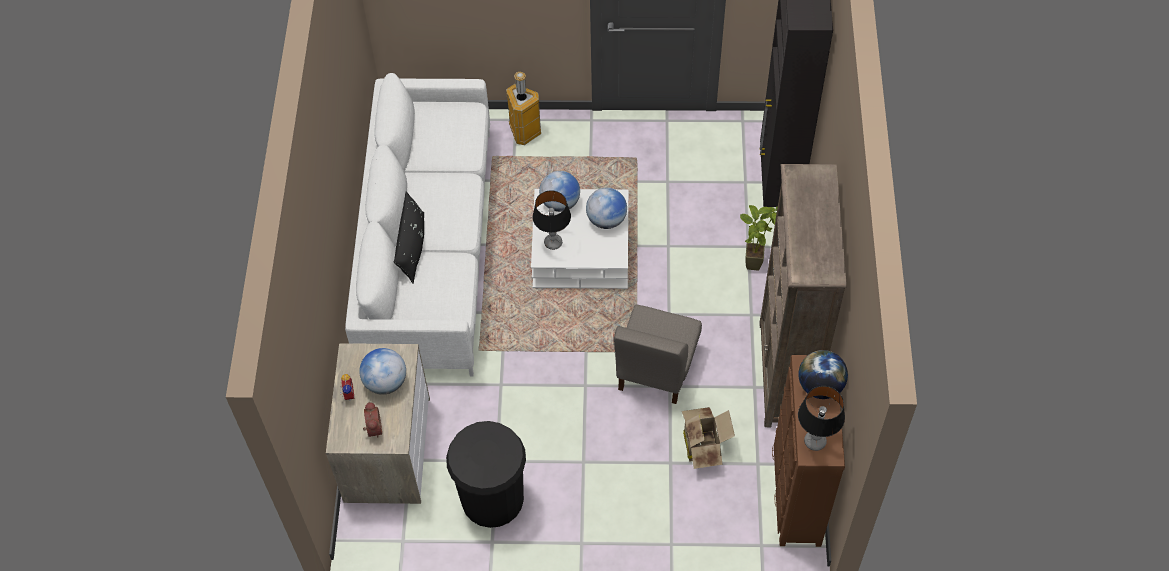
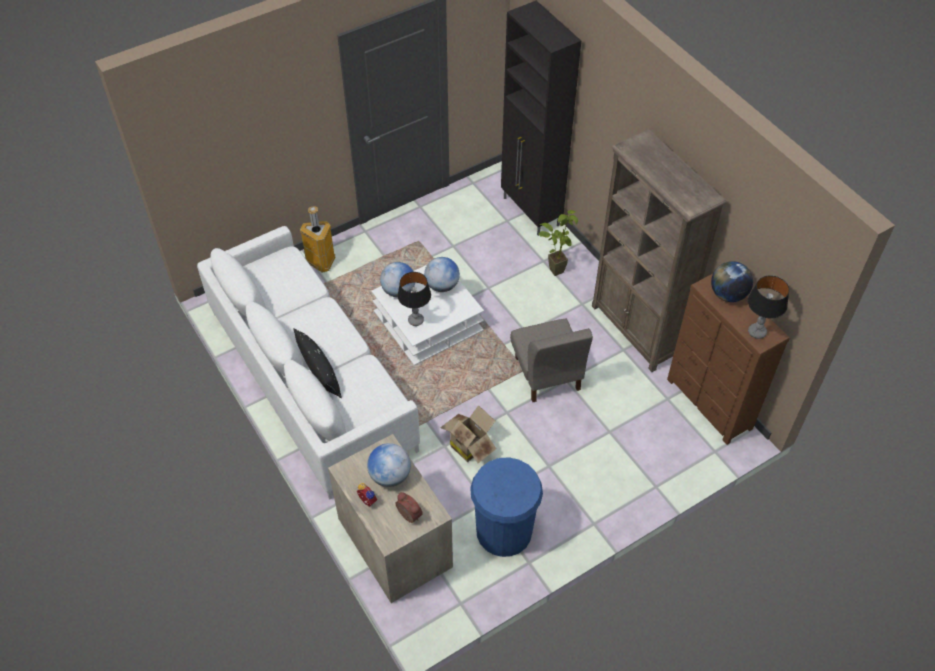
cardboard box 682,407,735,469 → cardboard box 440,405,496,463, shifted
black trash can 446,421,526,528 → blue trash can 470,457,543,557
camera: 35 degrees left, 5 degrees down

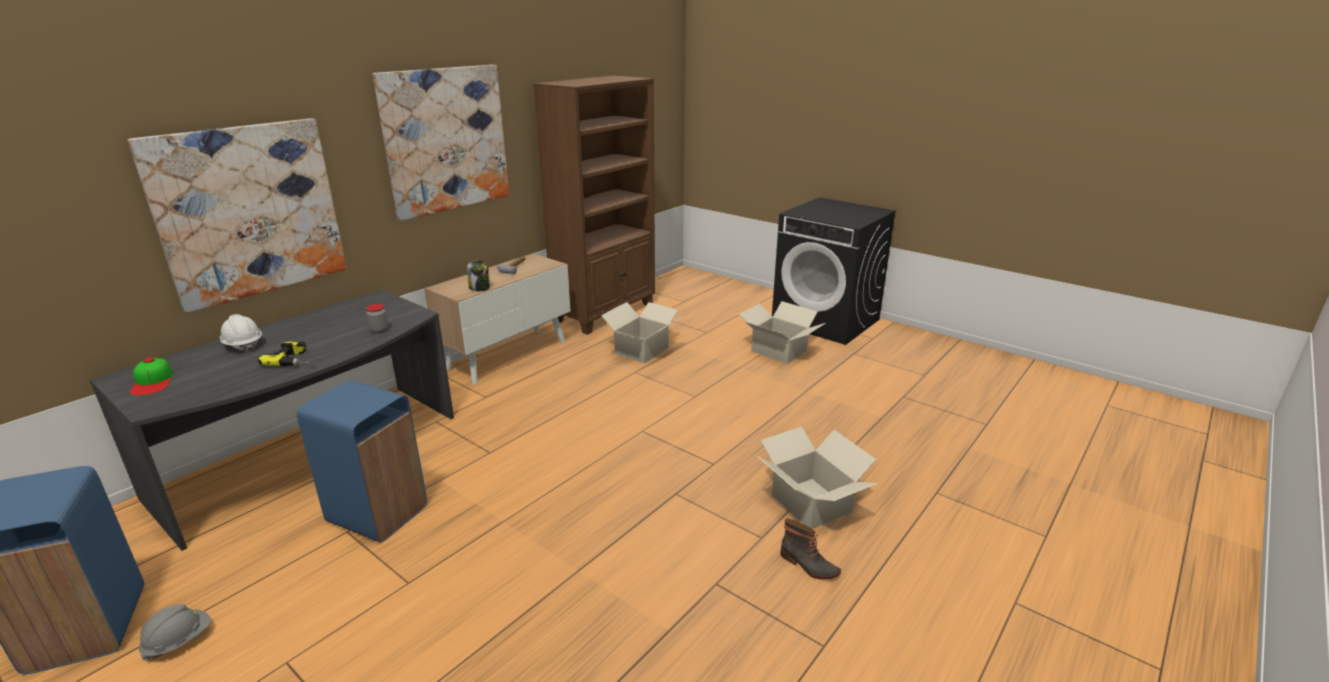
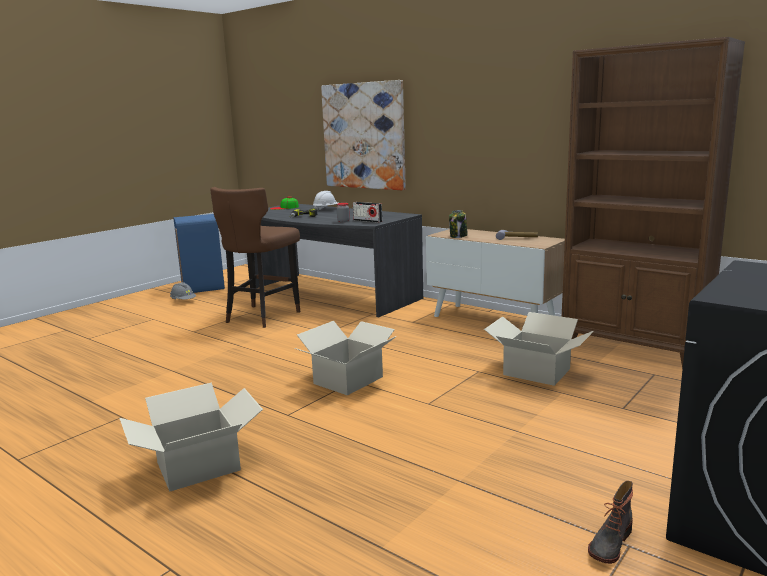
picture 373,65,509,221 → -
cardboard box 739,301,825,364 → cardboard box 294,321,397,395, shifted
blue trash can 297,380,427,543 → brown stool 210,187,300,328
boot 780,518,841,580 → boot 588,481,633,564, shifted
- → radio 353,202,382,223
camera: 90 degrees right, 10 degrees down

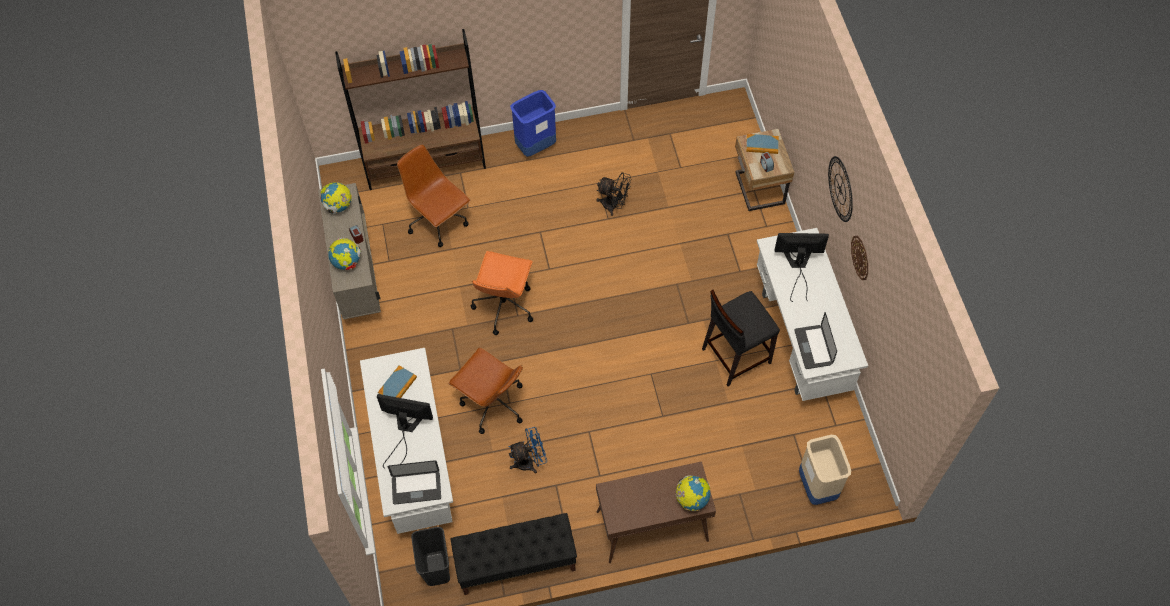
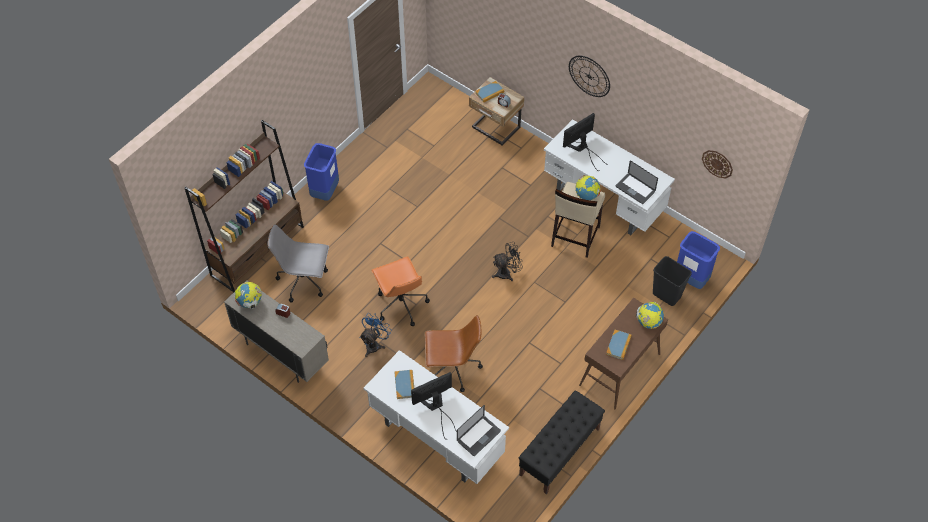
brown office chair 397,144,471,247 → grey office chair 268,224,329,303
black fan 596,172,632,216 → black fan 492,242,523,281, shifted
wall clock 851,235,868,280 → wall clock 702,150,733,179, shifted
globe 328,238,361,270 → globe 575,176,601,200, shifted
black stool 702,290,780,386 → beige stool 551,182,605,258
blue fan 509,427,547,473 → blue fan 360,314,392,357, shifted
beige trash can 799,435,851,505 → blue trash can 677,231,720,289
black trash can 411,527,450,586 → black trash can 653,256,692,306, shifted
- → book 606,330,632,360
camera: 40 degrees left, 5 degrees down

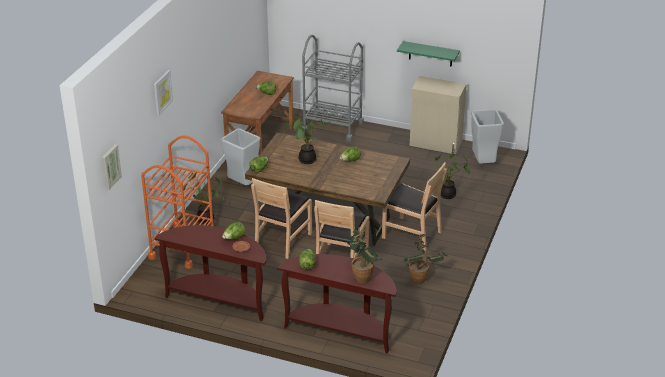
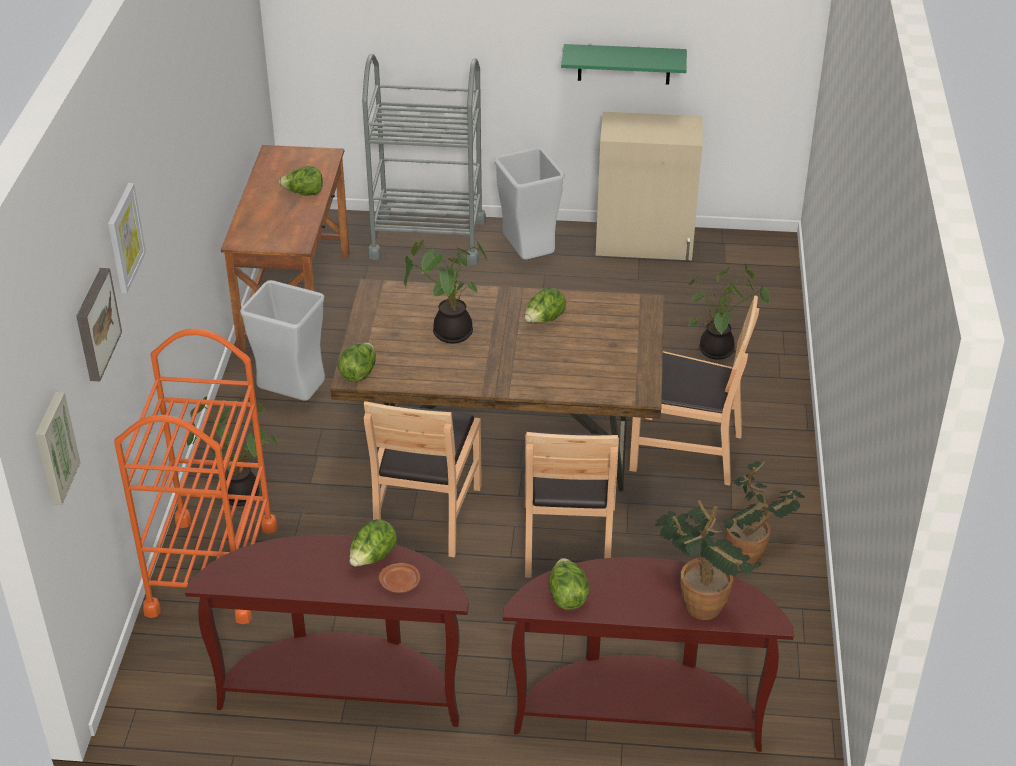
grey trash can 471,109,504,164 → grey trash can 494,147,565,259, shifted
- → picture 76,268,122,382
camera: 15 degrees left, 5 degrees up

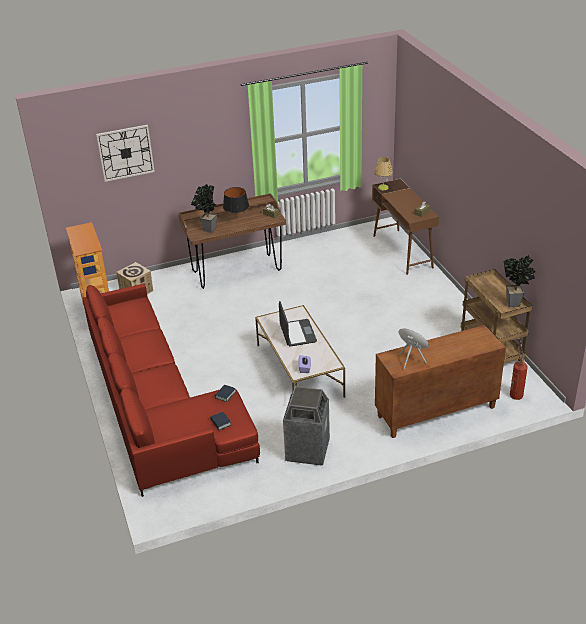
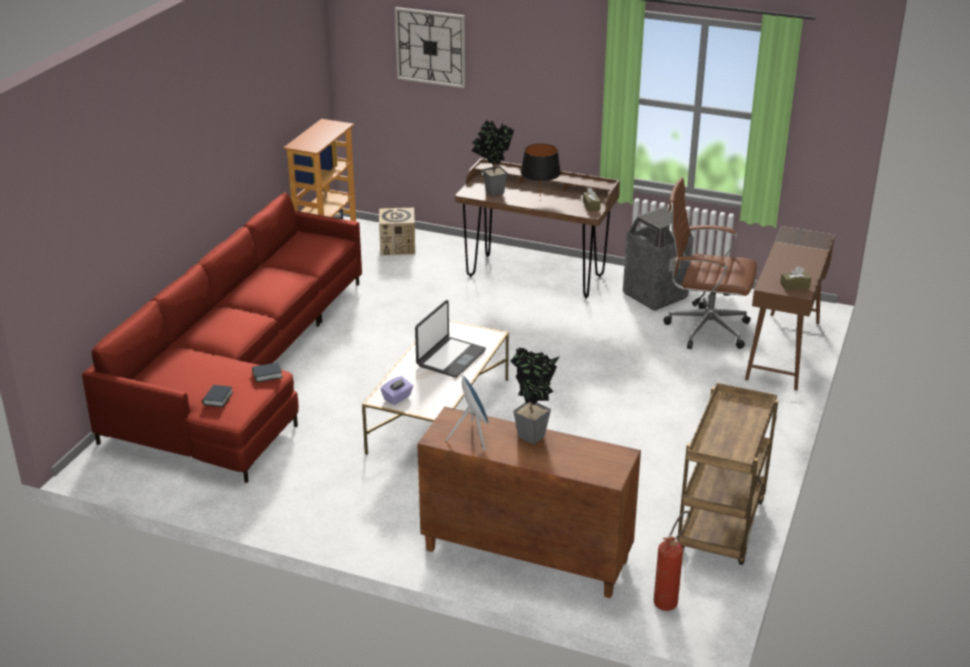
table lamp 374,157,393,190 → -
potted plant 503,255,535,307 → potted plant 510,348,559,445, shifted
trash can 283,387,330,466 → trash can 623,208,694,311, shifted
- → brown office chair 664,177,757,349
camera: 40 degrees right, 5 degrees down

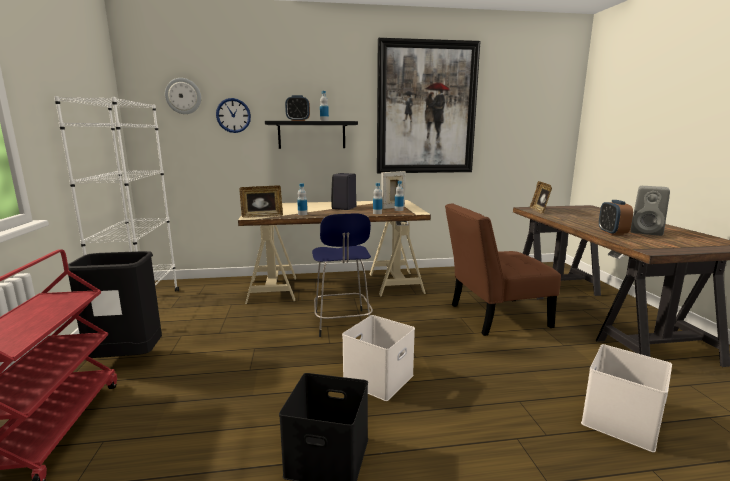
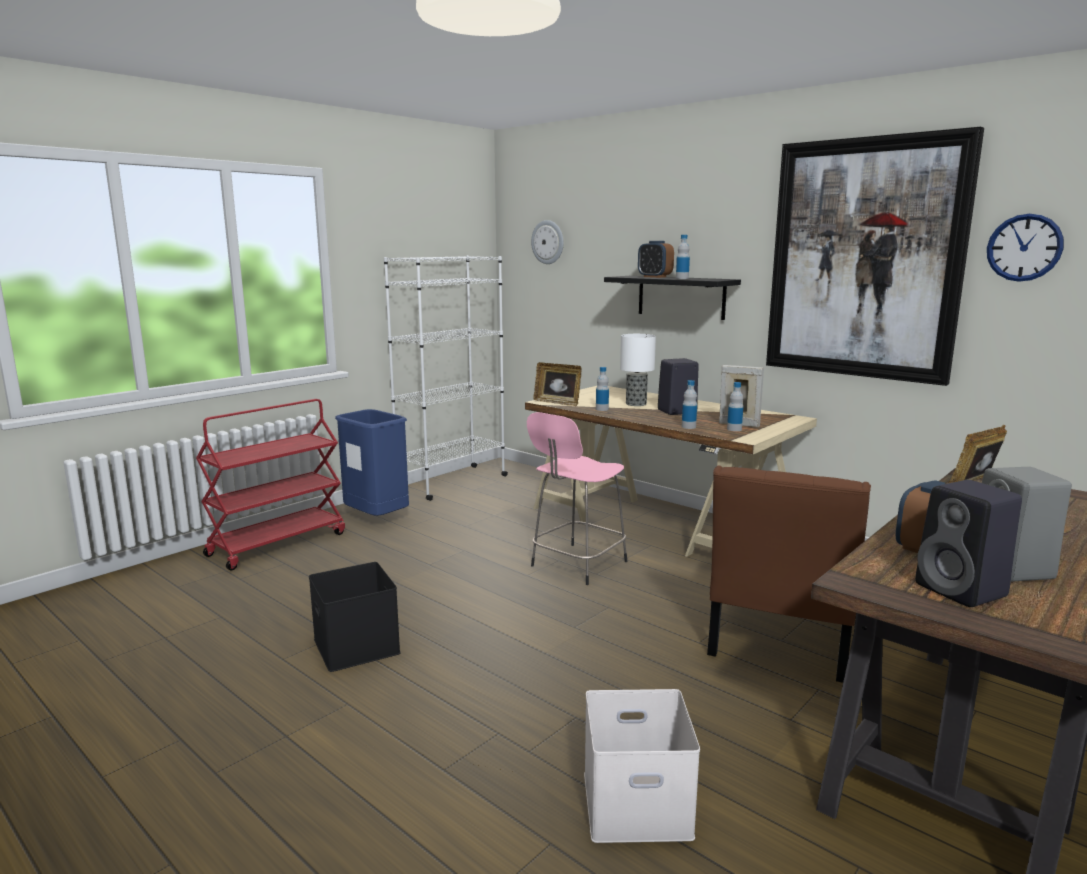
wall clock 216,98,251,133 → wall clock 987,214,1064,282, shifted
brown chair 445,204,561,336 → brown chair 707,466,871,683, 105 degrees counterclockwise
blue stool 312,213,373,337 → pink stool 527,412,627,585
black trash can 68,251,162,358 → blue trash can 335,409,409,516
white storage box 342,315,415,401 → -
- → table lamp 620,334,656,406
- → black speaker 915,480,1022,607
camera: 50 degrees right, 0 degrees up

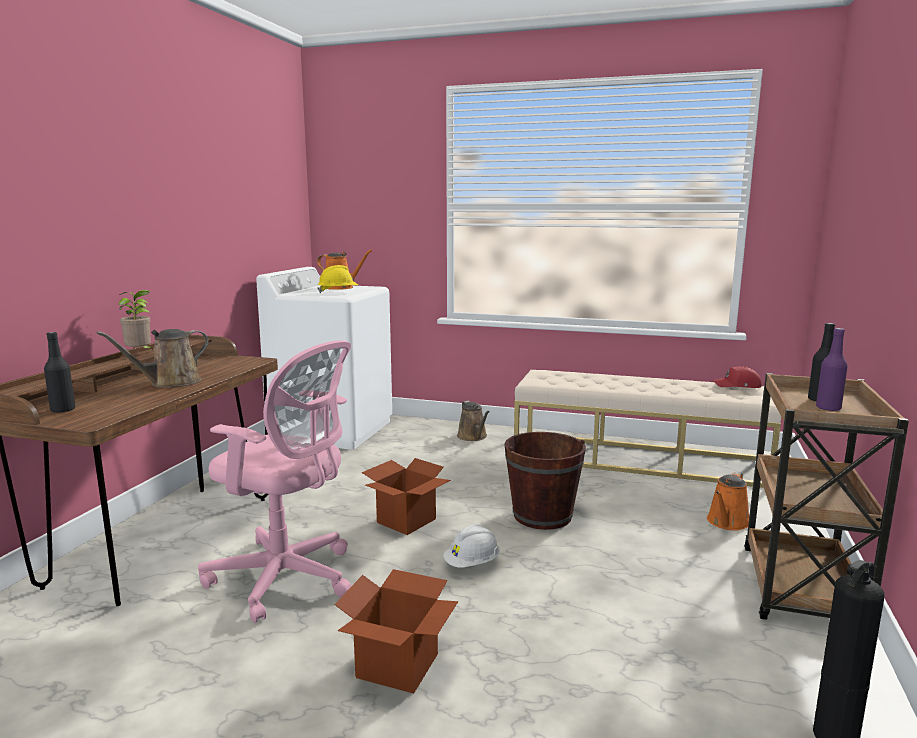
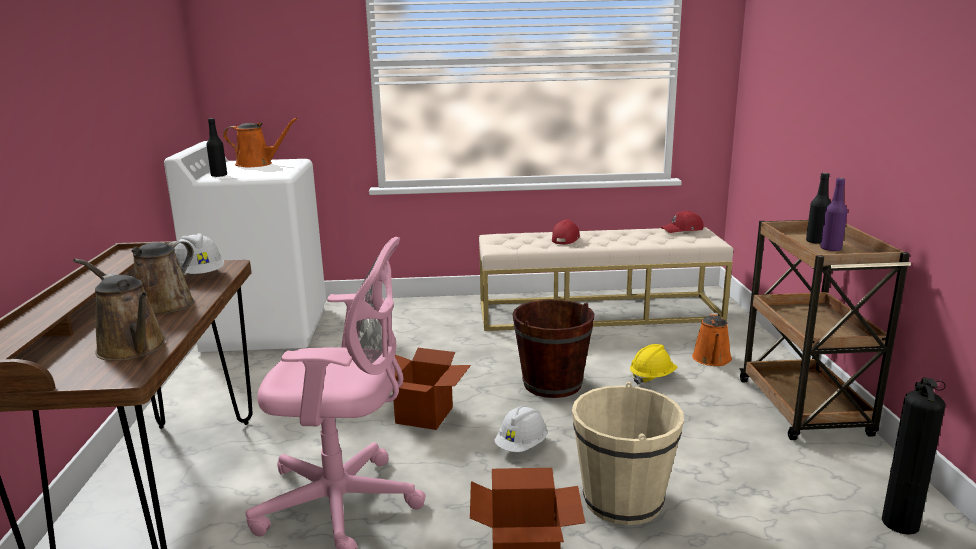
yellow hard hat 317,265,358,293 → yellow hard hat 630,344,678,384, shifted
potted plant 118,290,152,349 → -
black bottle 44,332,75,413 → black bottle 206,118,227,177, shifted
brown watering can 457,401,490,441 → brown watering can 95,273,166,361, shifted
- → red cap 552,219,580,245
- → white hard hat 174,233,224,274
- → beige bucket 572,382,684,525
camera: 20 degrees left, 5 degrees up

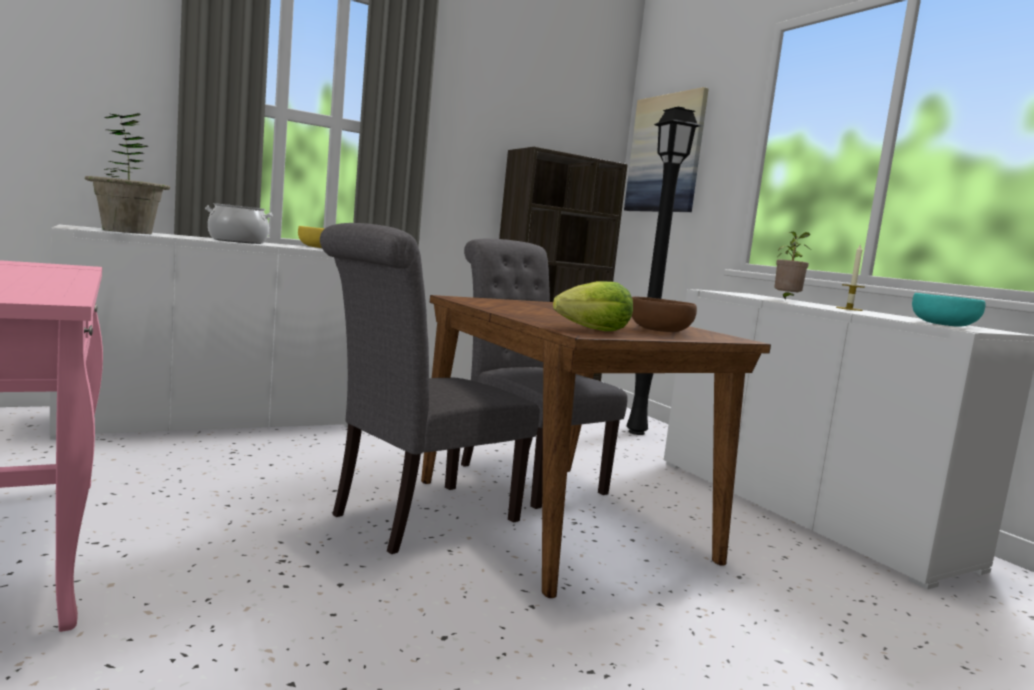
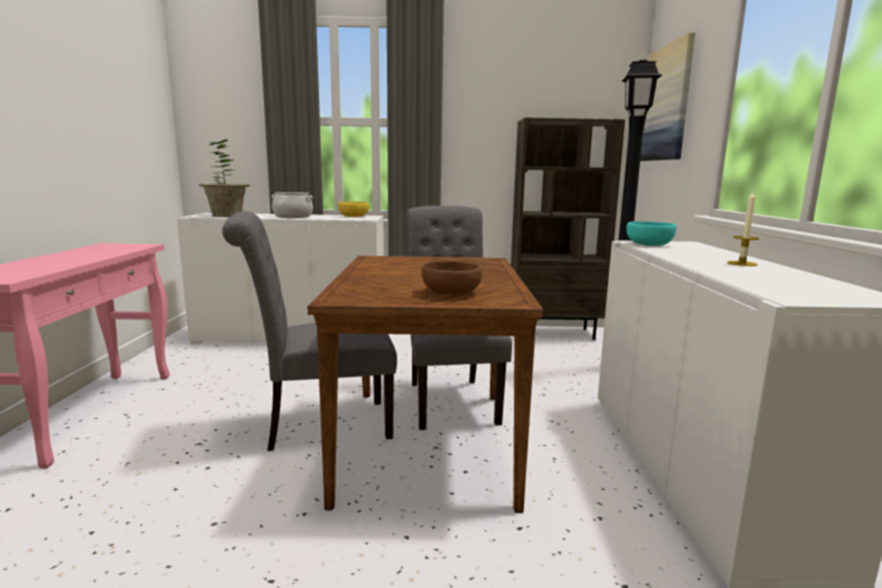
potted plant 774,231,811,300 → -
lettuce 553,281,633,331 → -
turquoise bowl 912,293,986,327 → turquoise bowl 626,221,676,246, shifted
camera: 30 degrees right, 5 degrees up

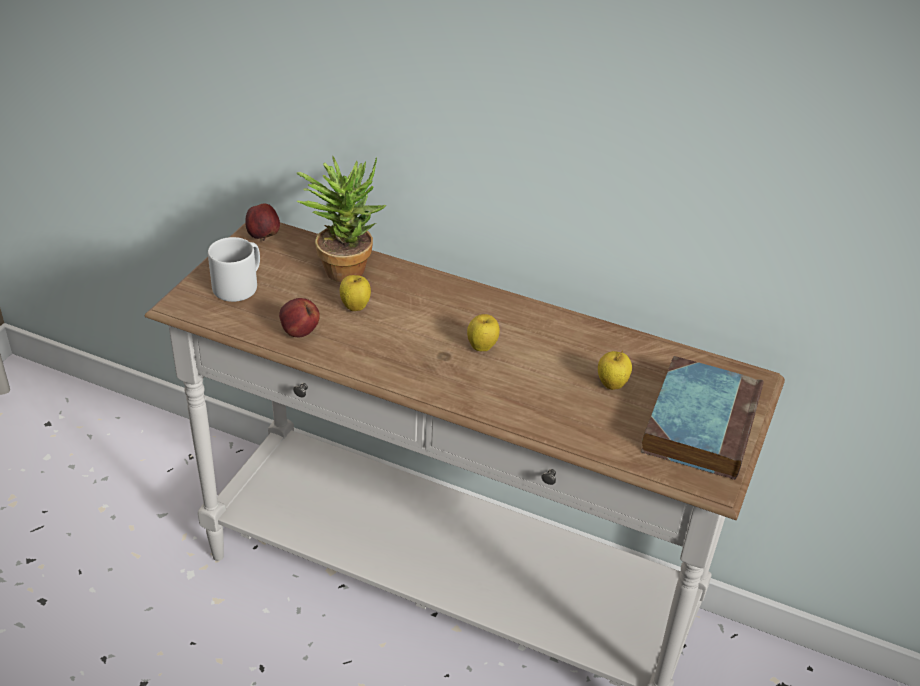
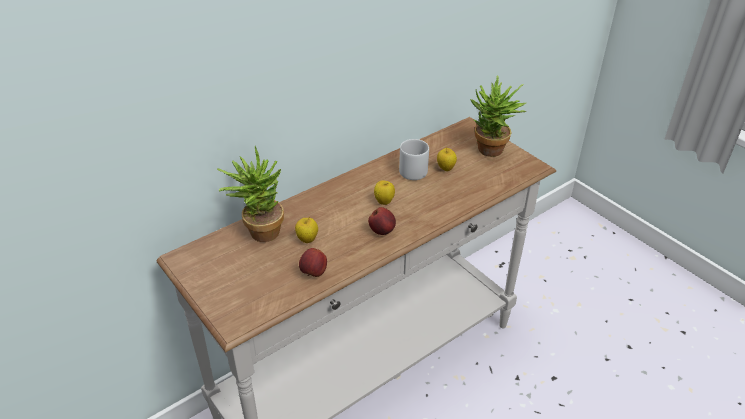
apple 245,203,280,241 → apple 368,207,396,235, shifted
grey mug 208,237,260,302 → grey mug 399,139,429,180, shifted
book 641,356,764,480 → potted plant 470,75,527,157
camera: 60 degrees left, 0 degrees up

